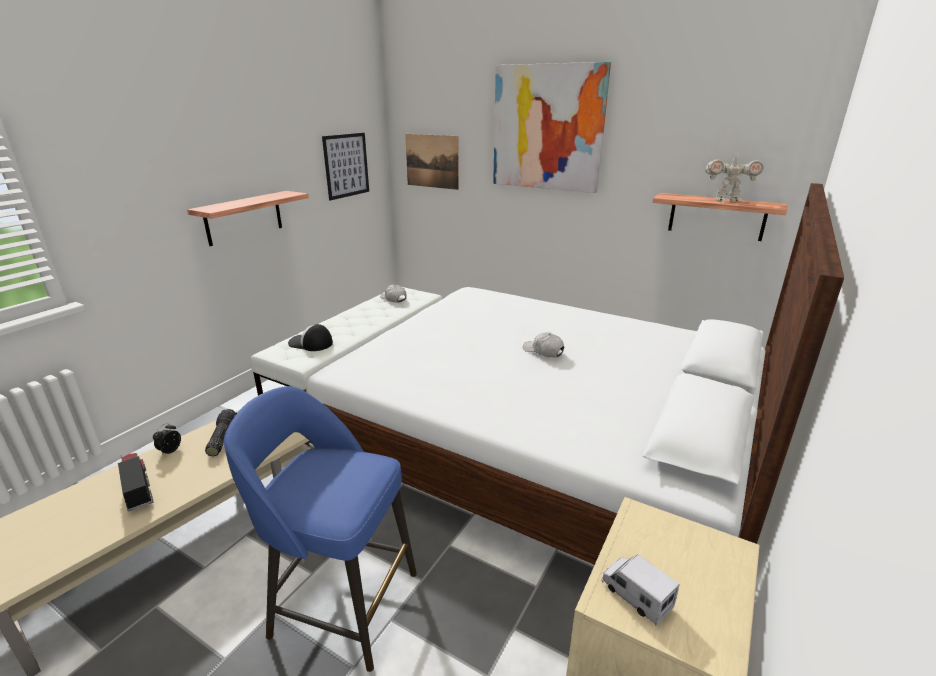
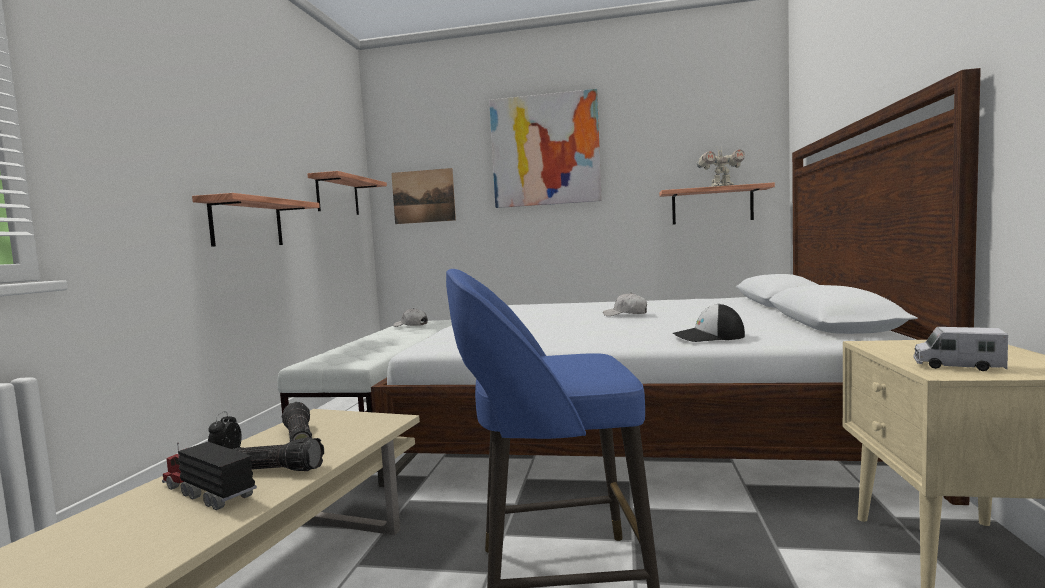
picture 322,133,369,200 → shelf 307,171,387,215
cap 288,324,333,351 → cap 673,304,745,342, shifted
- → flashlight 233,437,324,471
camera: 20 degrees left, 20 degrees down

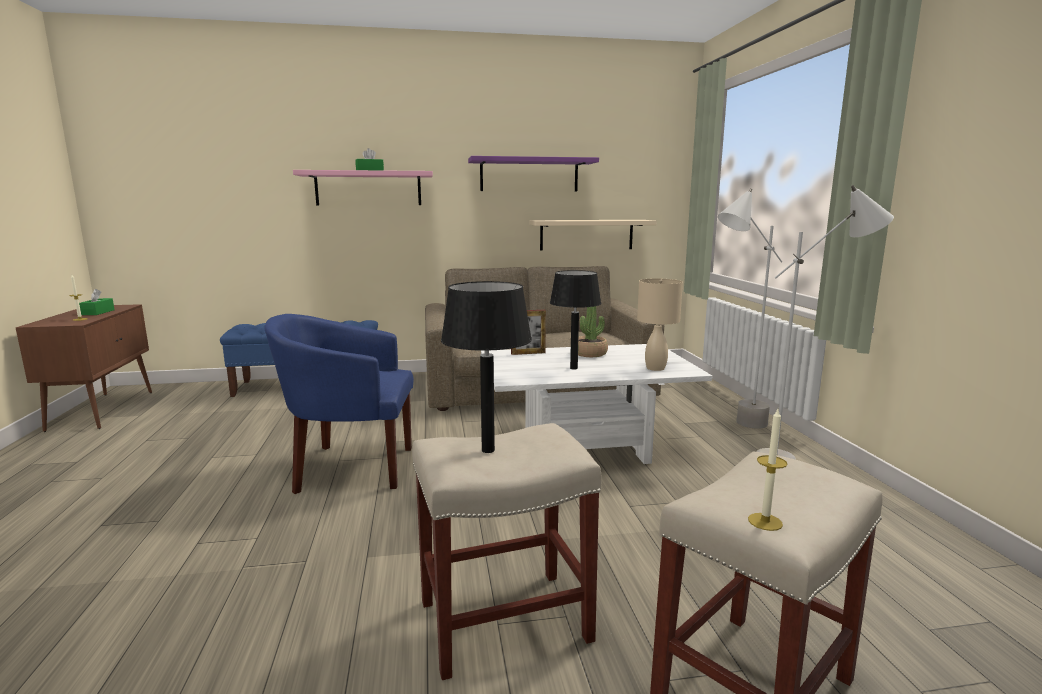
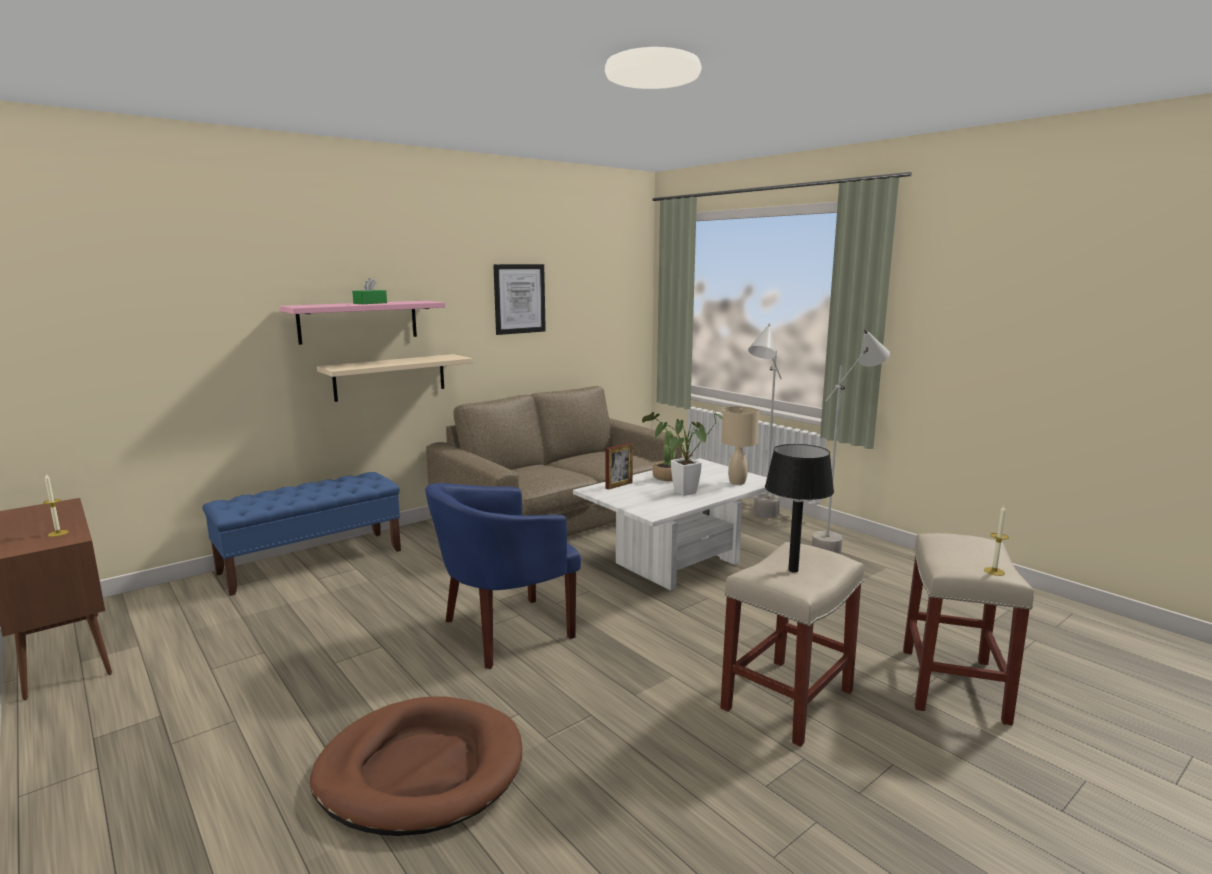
purple shelf 468,156,599,191 → picture 493,264,546,335
beige shelf 529,220,657,251 → beige shelf 317,354,473,402, shifted
black table lamp 550,270,601,370 → potted plant 642,412,724,496
green tissue box 79,289,115,315 → -
- → brown dog bed 310,696,522,836
camera: 30 degrees left, 0 degrees up

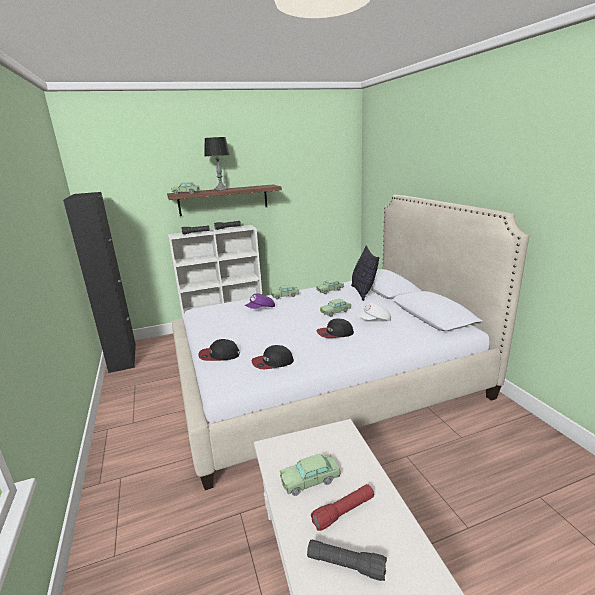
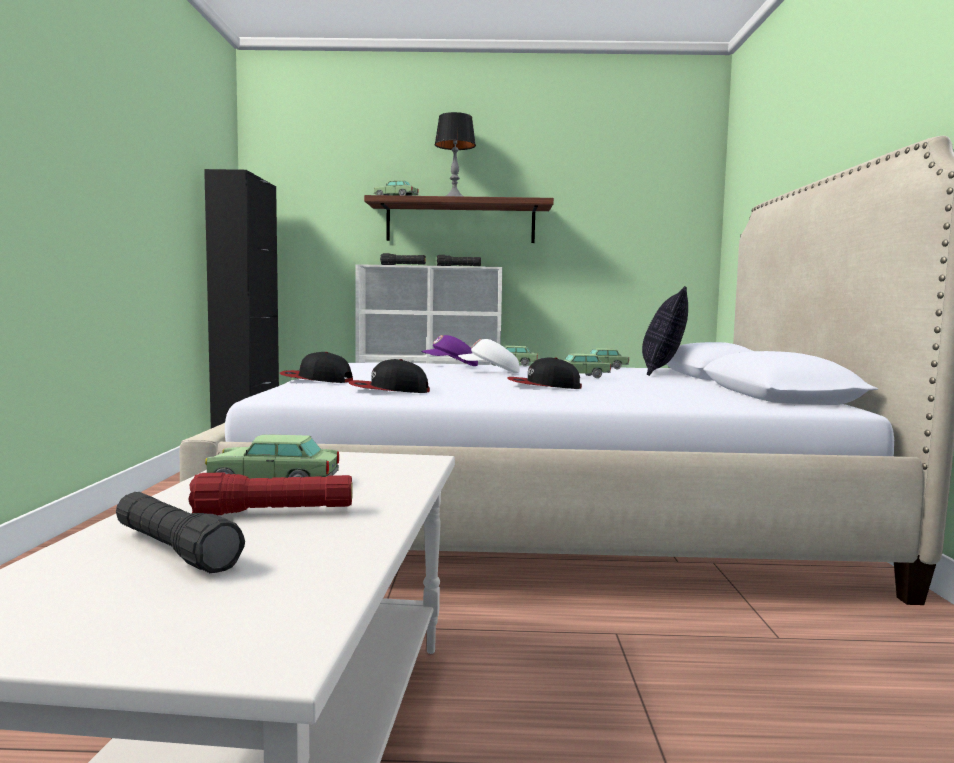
white cap 357,303,391,321 → white cap 458,339,519,373, shifted
camera: 20 degrees right, 15 degrees down

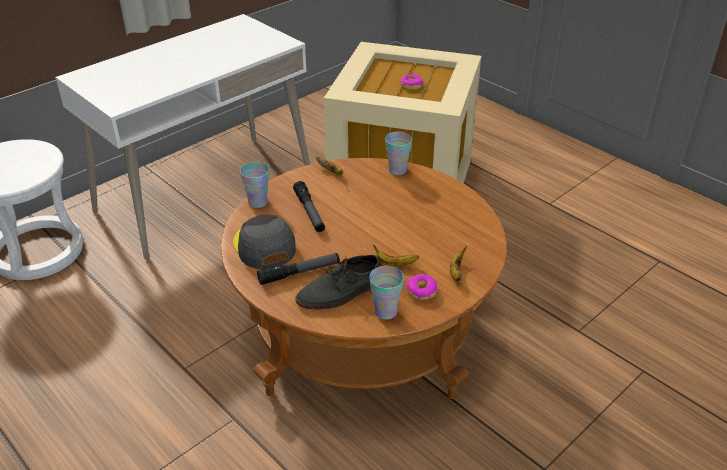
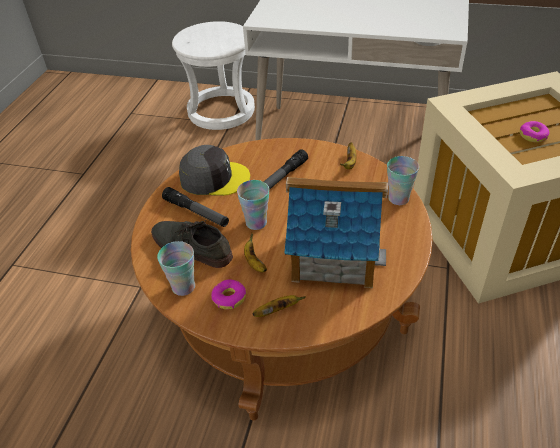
cup 240,162,269,208 → cup 237,180,269,230, shifted
grey cap 233,214,296,269 → grey cap 179,145,250,196, 60 degrees clockwise
- → toy house 285,177,388,288
camera: 60 degrees right, 5 degrees up

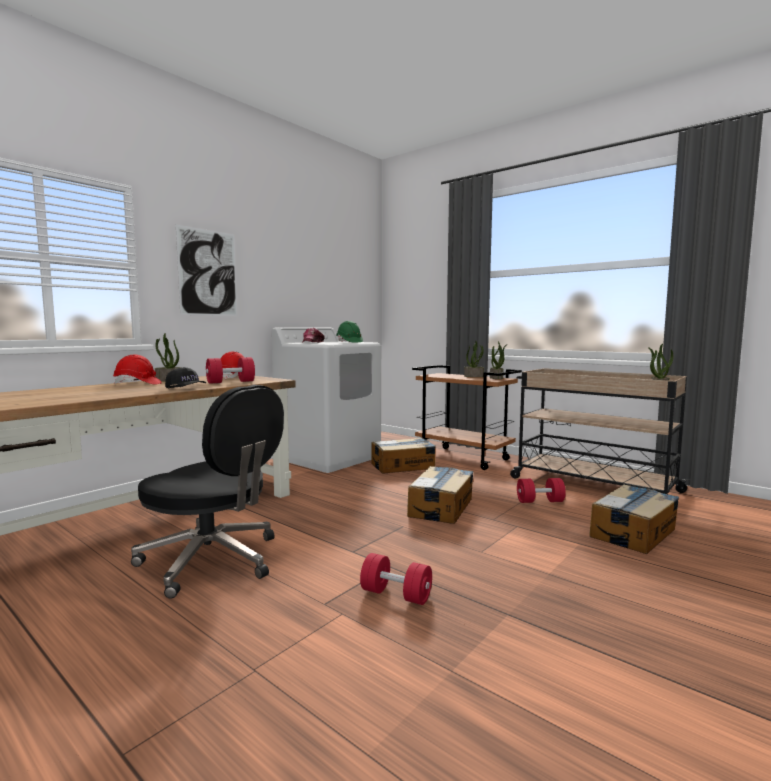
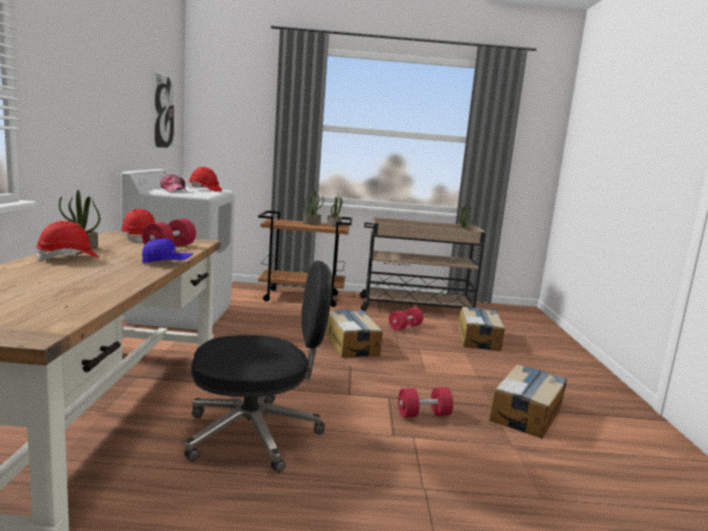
picture 176,225,237,316 → picture 154,69,175,149, shifted
green hard hat 336,321,363,342 → red hard hat 189,167,222,192
black cap 165,367,206,388 → blue cap 142,238,193,263
cardboard box 371,437,436,474 → cardboard box 489,364,567,438, shifted
camera: 40 degrees left, 5 degrees up

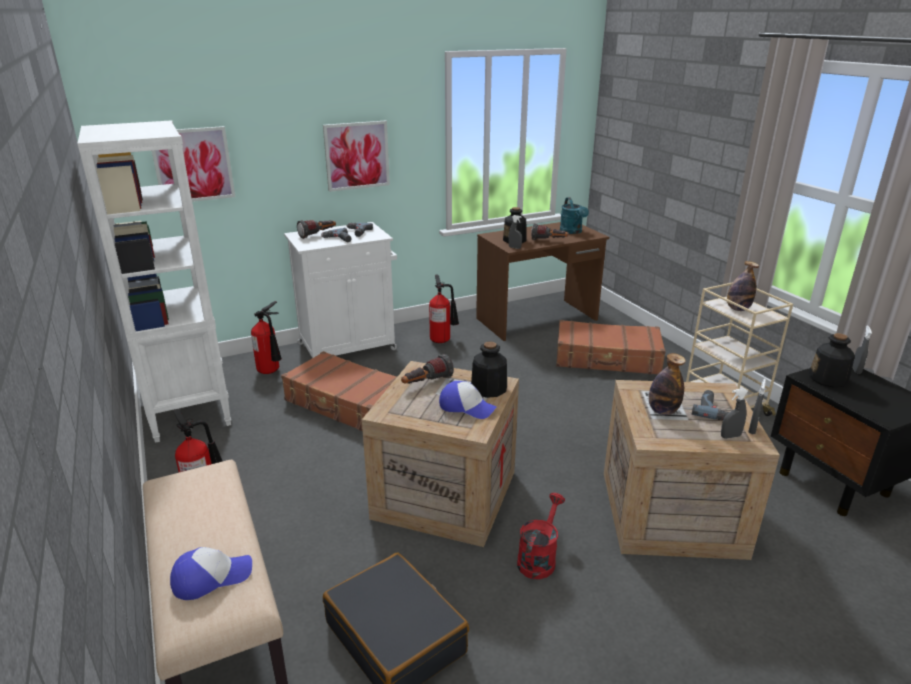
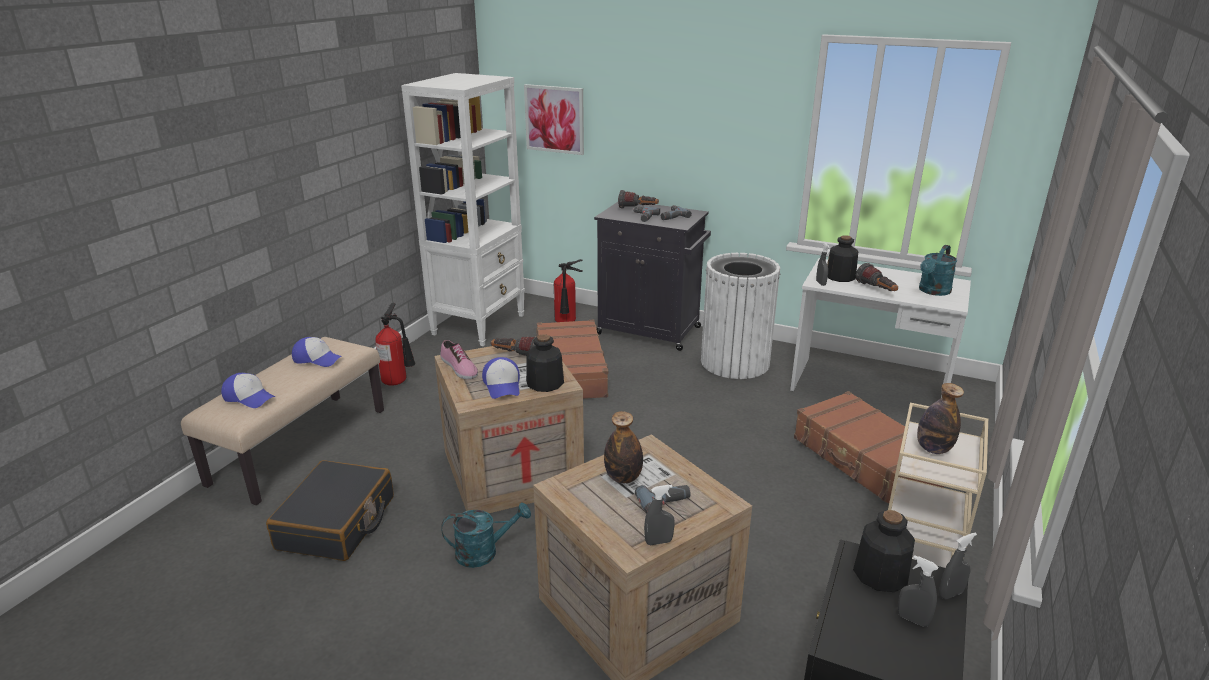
picture 323,121,390,192 → -
white cabinet 284,222,397,358 → black cabinet 594,202,711,351
brown desk 476,222,609,341 → white desk 790,258,971,398
fire extinguisher 429,275,459,343 → white trash can 701,253,780,379
grey spray bottle 721,388,748,439 → grey spray bottle 898,555,938,627, shifted
red watering can 517,493,565,579 → turquoise watering can 441,502,531,568
- → cap 292,337,343,367
- → shoe 440,340,478,379
camera: 50 degrees right, 0 degrees up

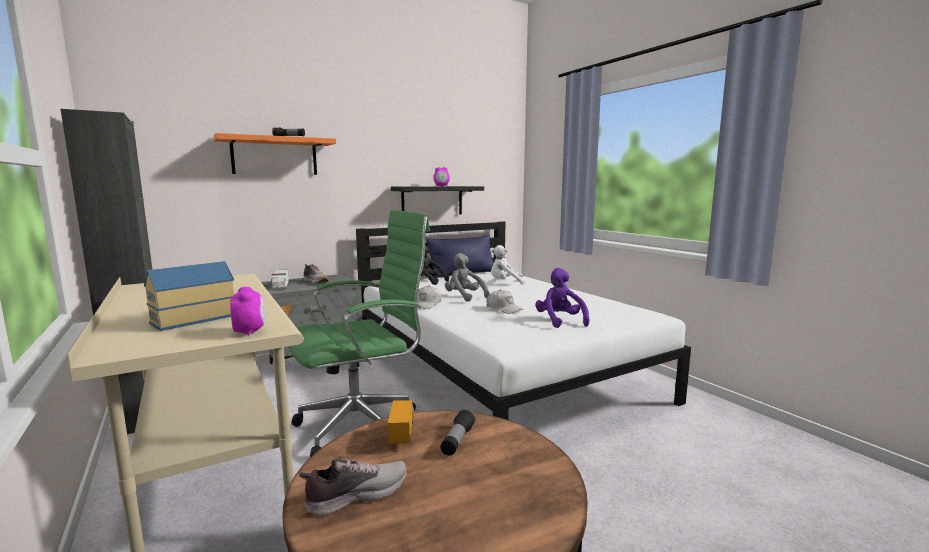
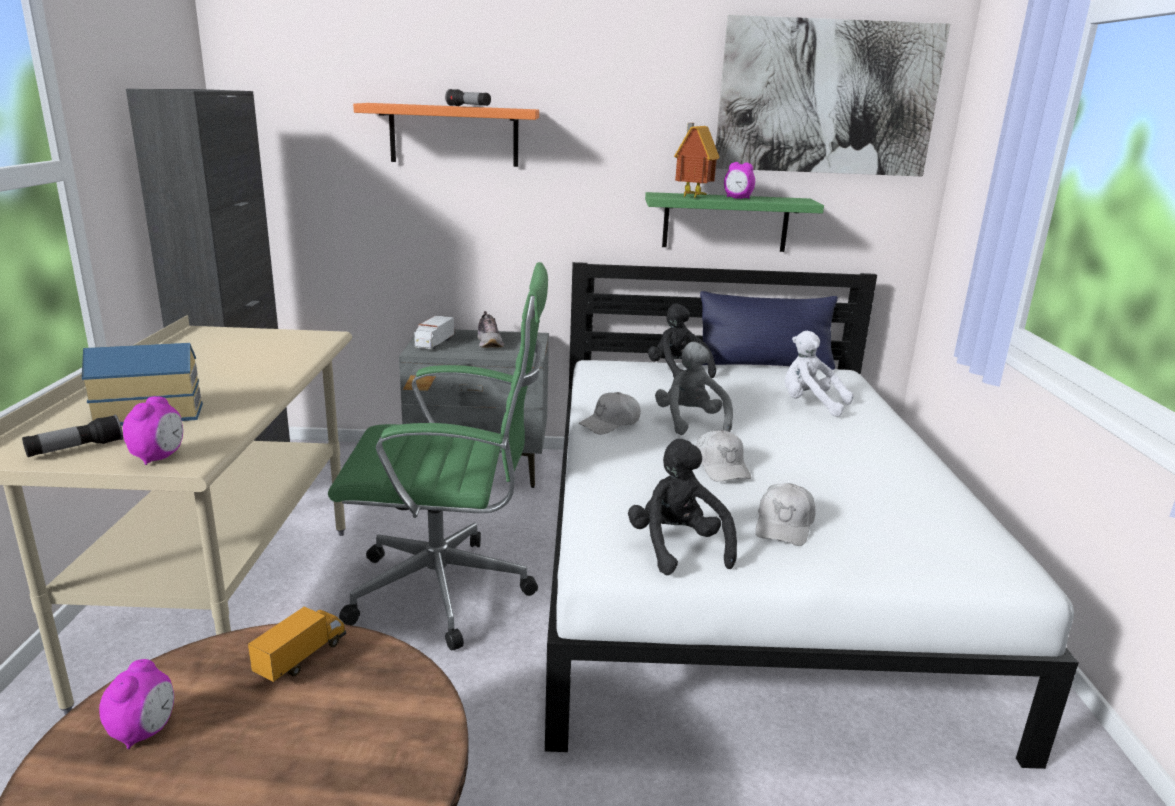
black shelf 391,186,484,214 → green shelf 645,192,824,252
purple plush toy 535,268,590,328 → white cap 755,483,816,546
flashlight 440,409,476,456 → flashlight 22,414,123,457, shifted
shoe 299,458,407,516 → alarm clock 99,659,174,749
- → picture 716,15,950,176
- → toy house 674,123,720,198
- → black plush toy 628,439,737,575
camera: 30 degrees right, 10 degrees up

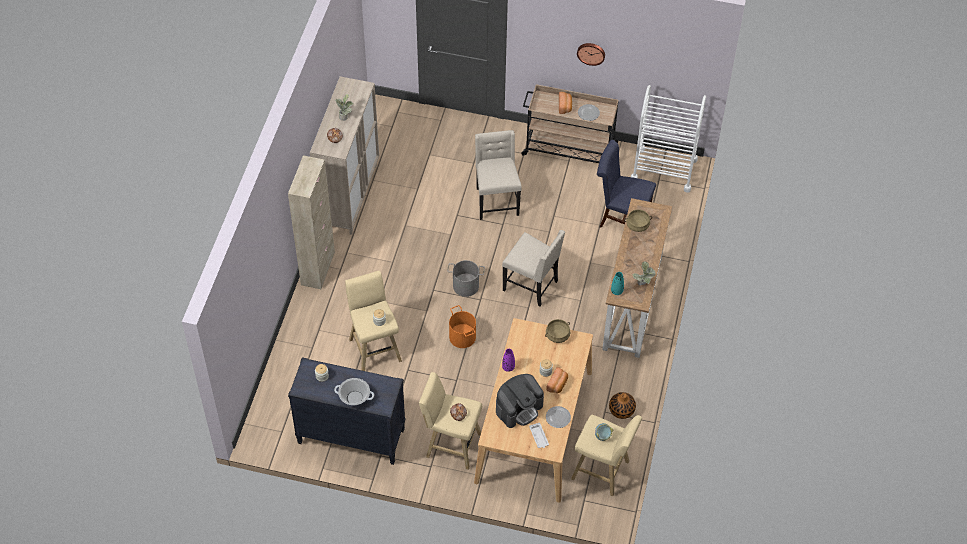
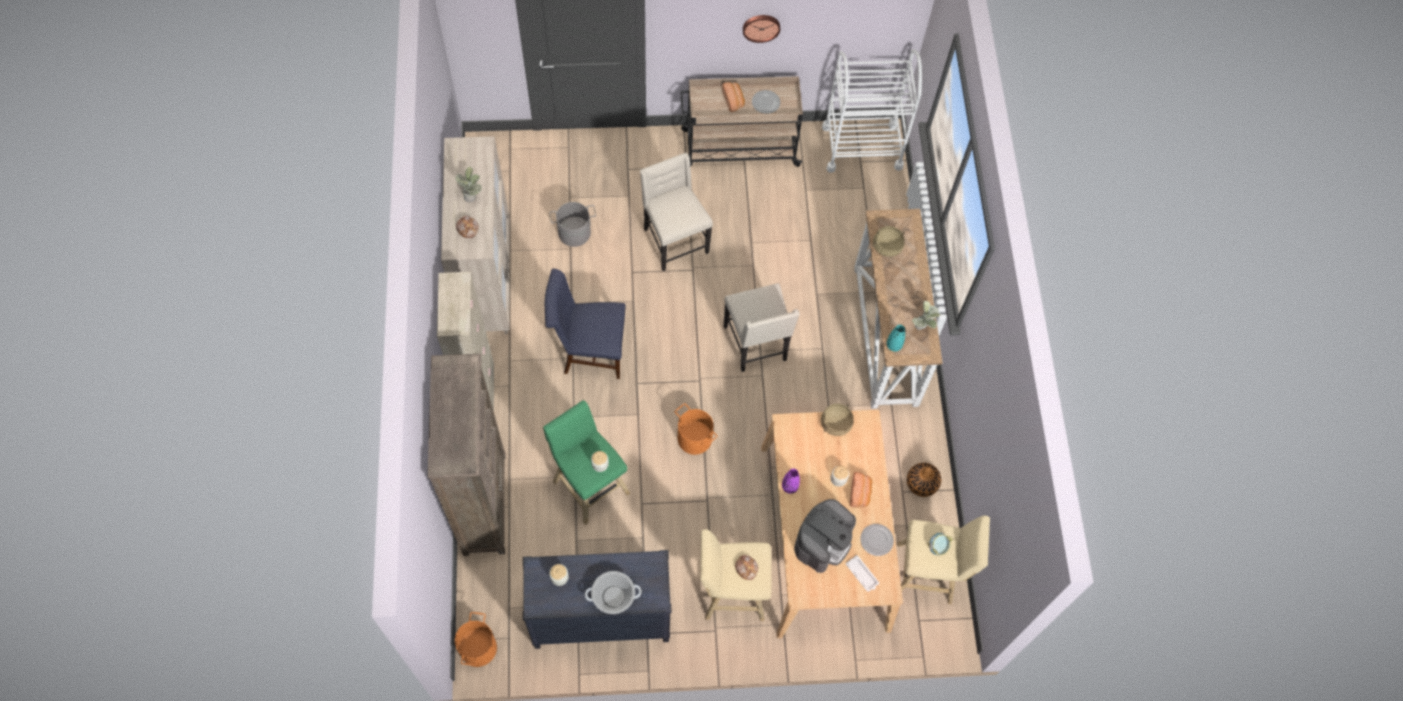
blue chair 597,140,656,228 → blue chair 545,268,626,379, shifted
beige chair 502,230,565,307 → beige chair 724,283,800,372, 60 degrees clockwise
grey bucket 448,260,485,297 → grey bucket 549,202,596,247, shifted
beige stool 345,271,402,371 → green stool 543,400,630,525
- → brown bookcase 428,354,505,556
- → orange bucket 455,612,497,667
camera: 20 degrees left, 10 degrees up

